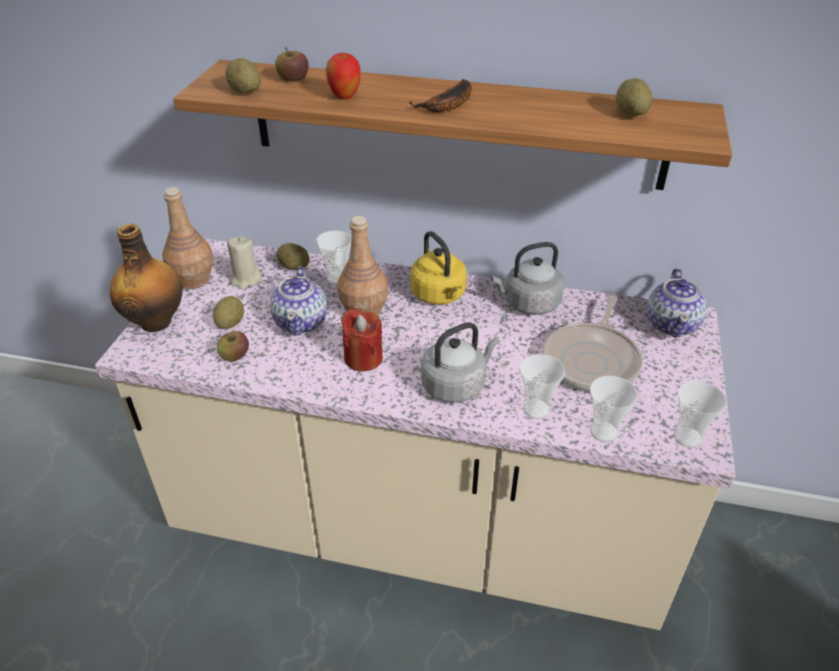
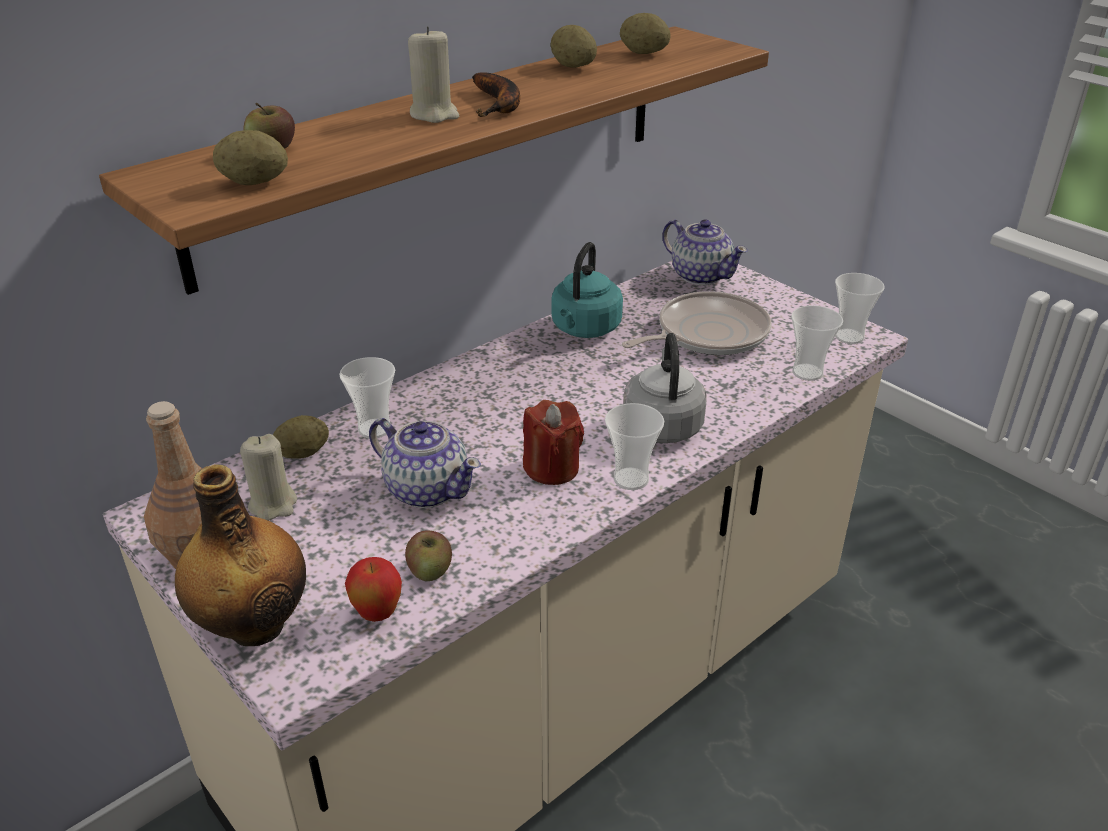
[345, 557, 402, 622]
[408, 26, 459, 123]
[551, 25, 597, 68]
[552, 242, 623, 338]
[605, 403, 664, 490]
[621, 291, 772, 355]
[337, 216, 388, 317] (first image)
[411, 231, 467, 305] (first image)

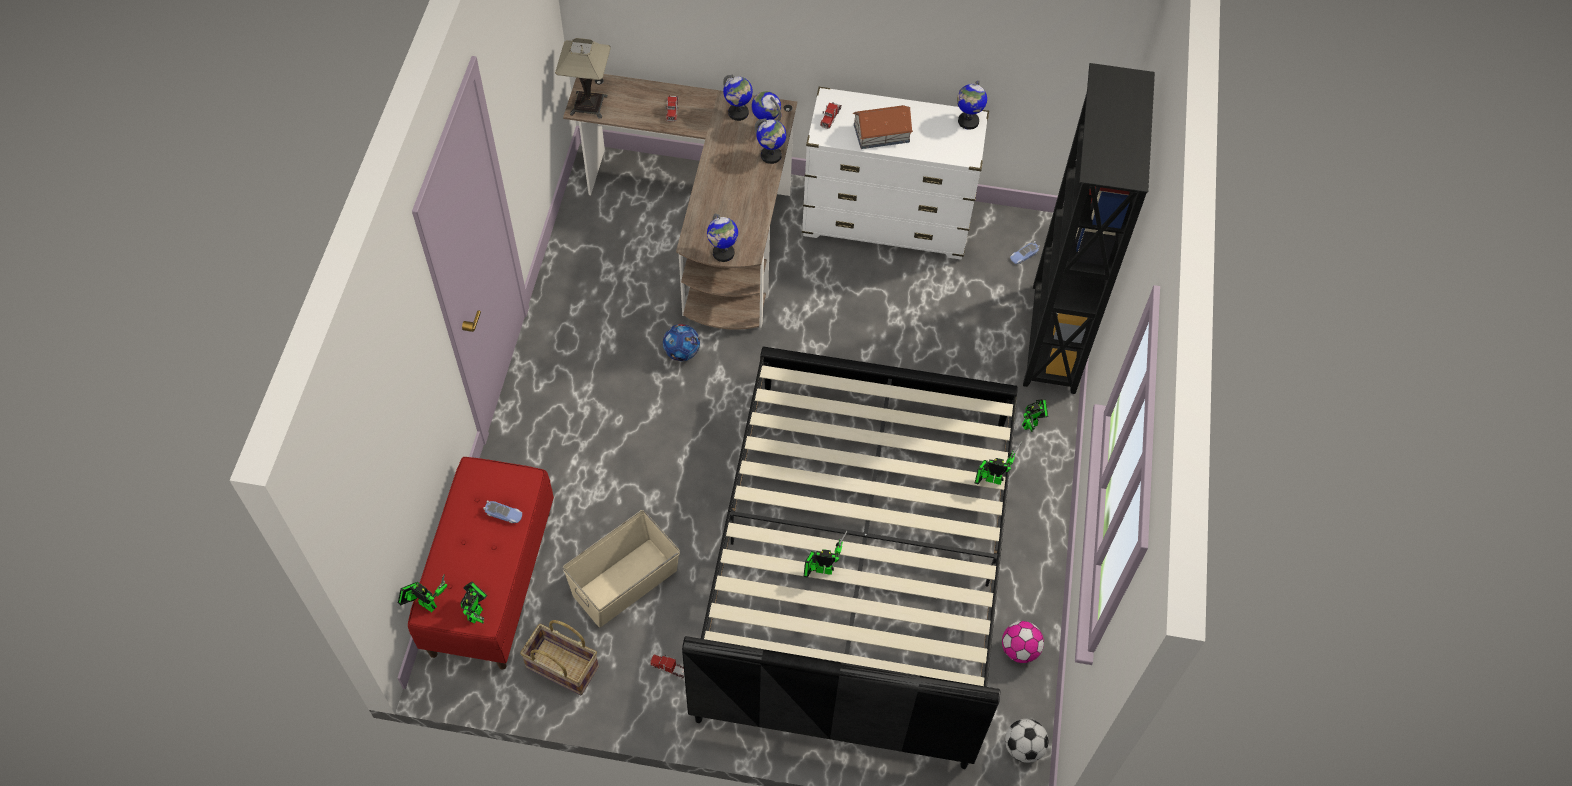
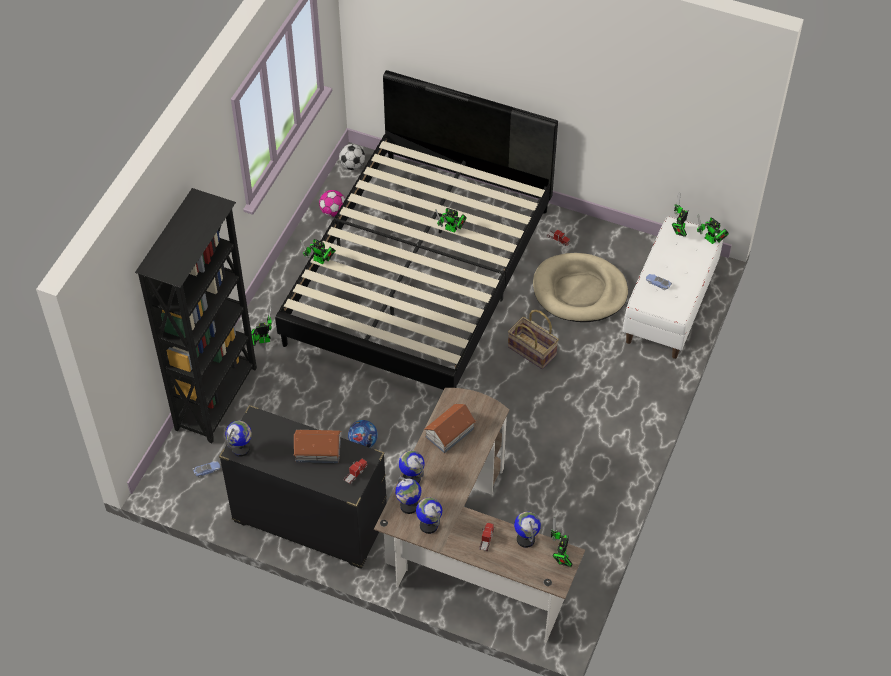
[219, 405, 387, 569]
[348, 420, 378, 448]
[424, 404, 476, 453]
[508, 310, 559, 369]
[514, 512, 541, 548]
[533, 253, 628, 322]
[550, 517, 572, 567]
[623, 216, 723, 359]

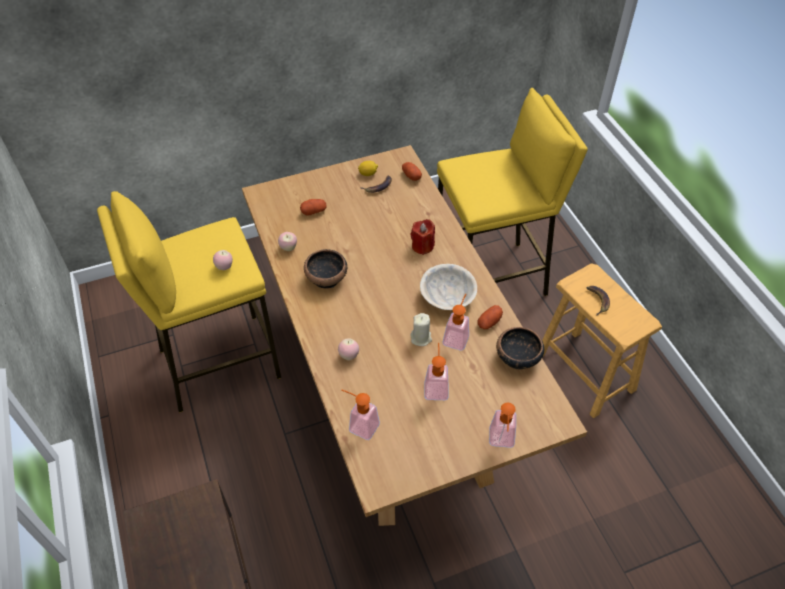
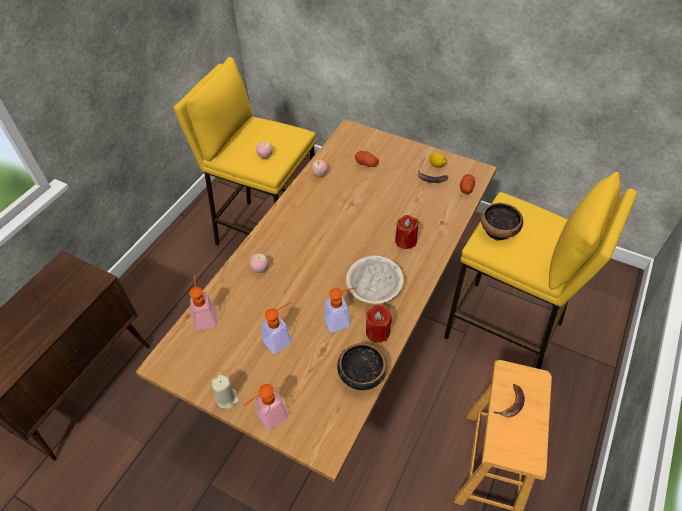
[212, 375, 240, 409]
[366, 304, 392, 342]
[480, 203, 523, 241]

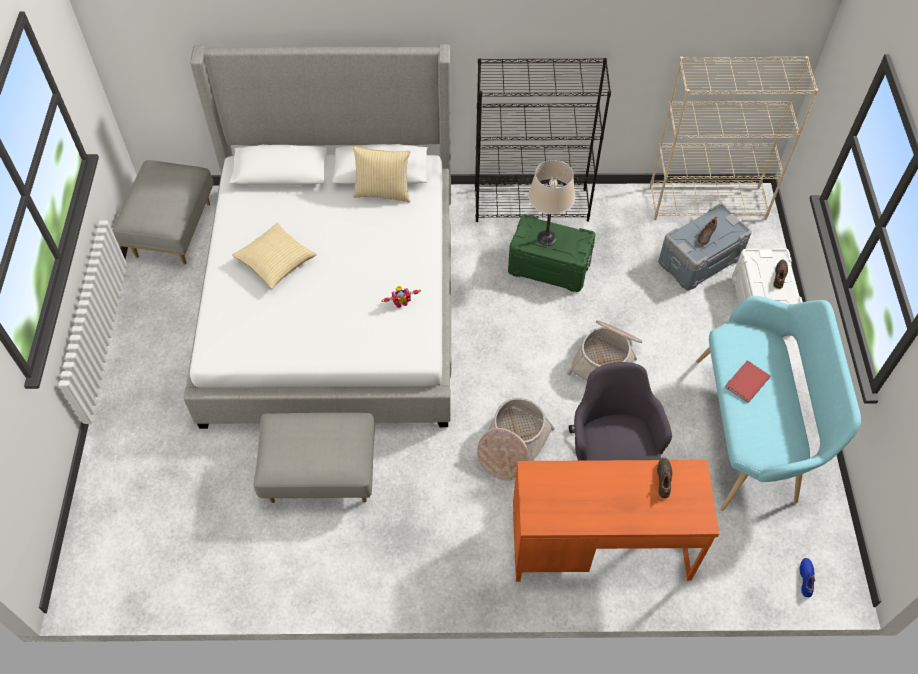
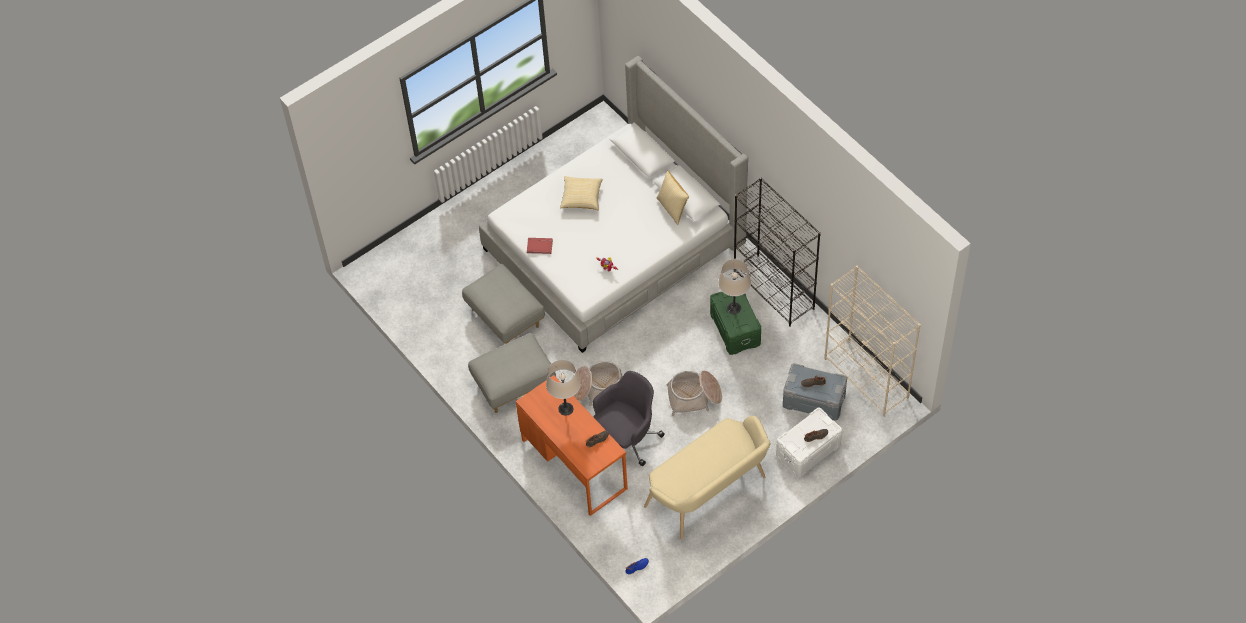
[468, 333, 556, 413]
[527, 238, 553, 254]
[546, 360, 581, 416]
[644, 416, 770, 539]

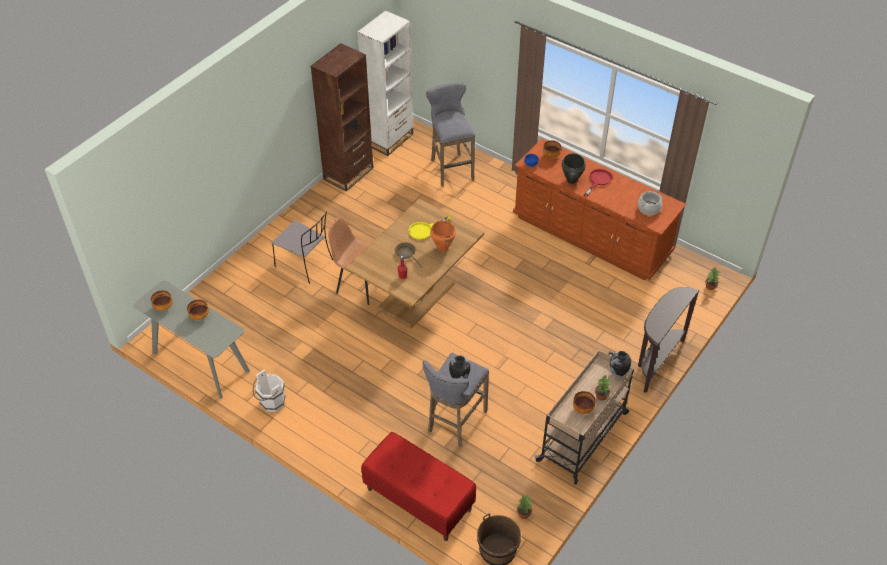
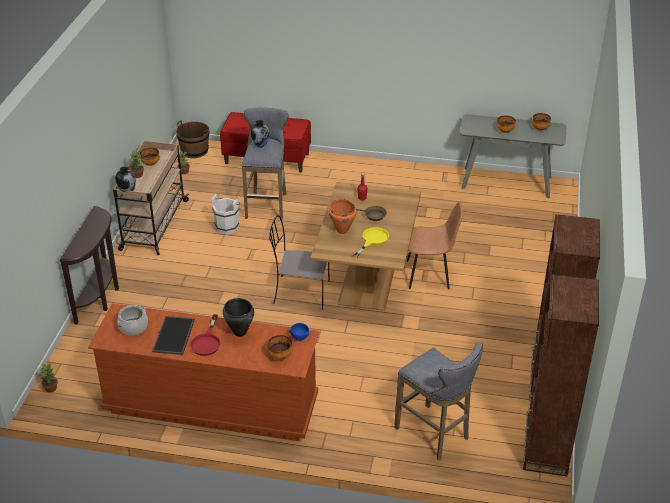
[152, 316, 195, 355]
[212, 194, 241, 235]
[269, 216, 330, 310]
[523, 274, 599, 476]

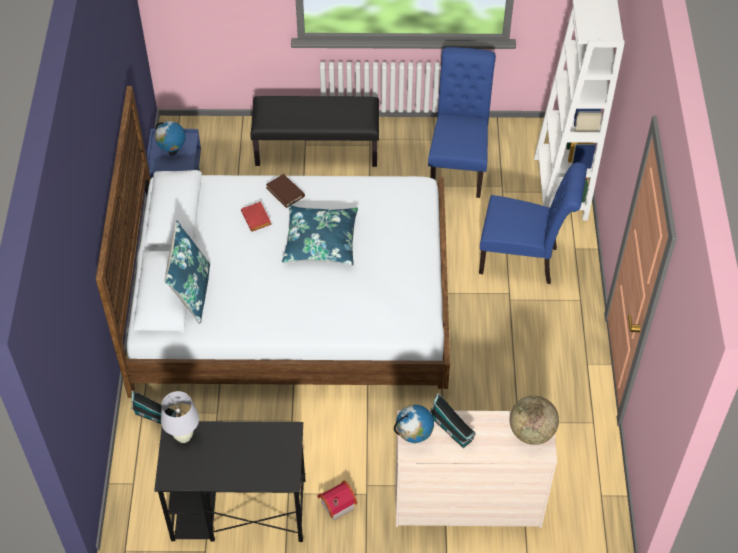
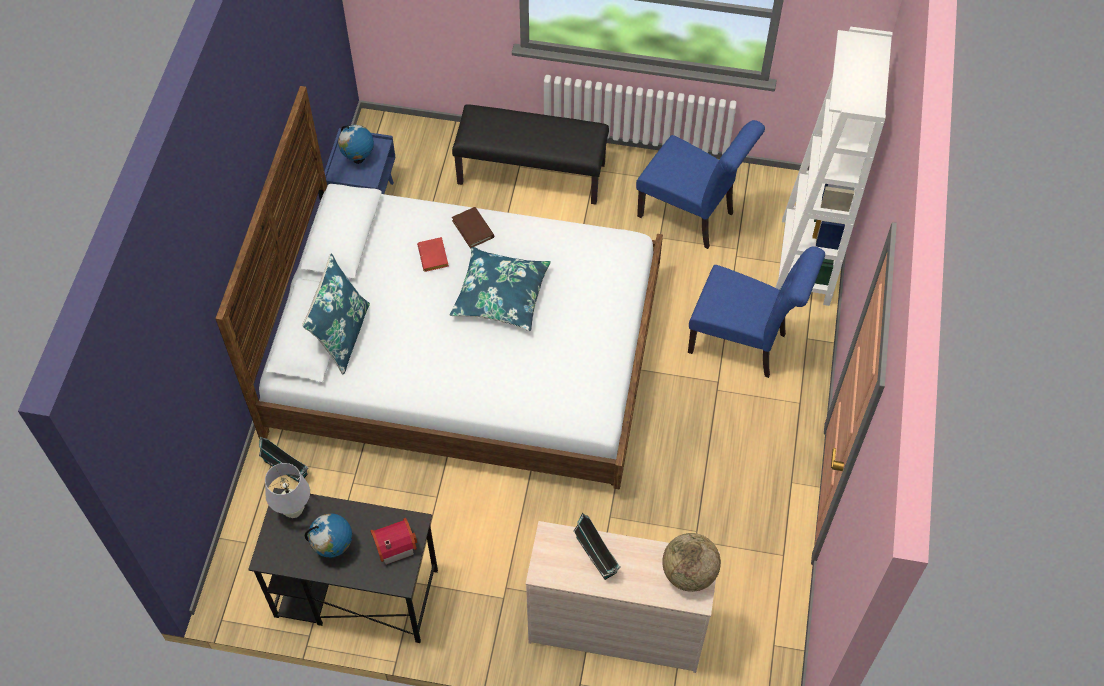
[305, 513, 352, 557]
[370, 518, 417, 565]
[636, 120, 765, 249]

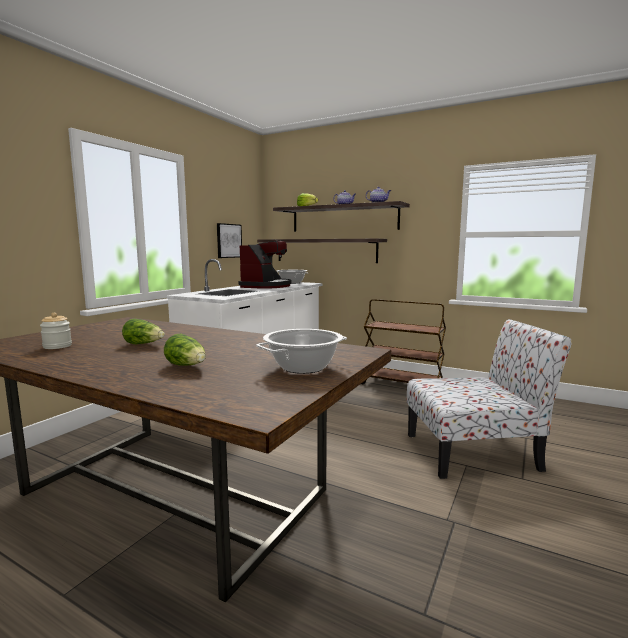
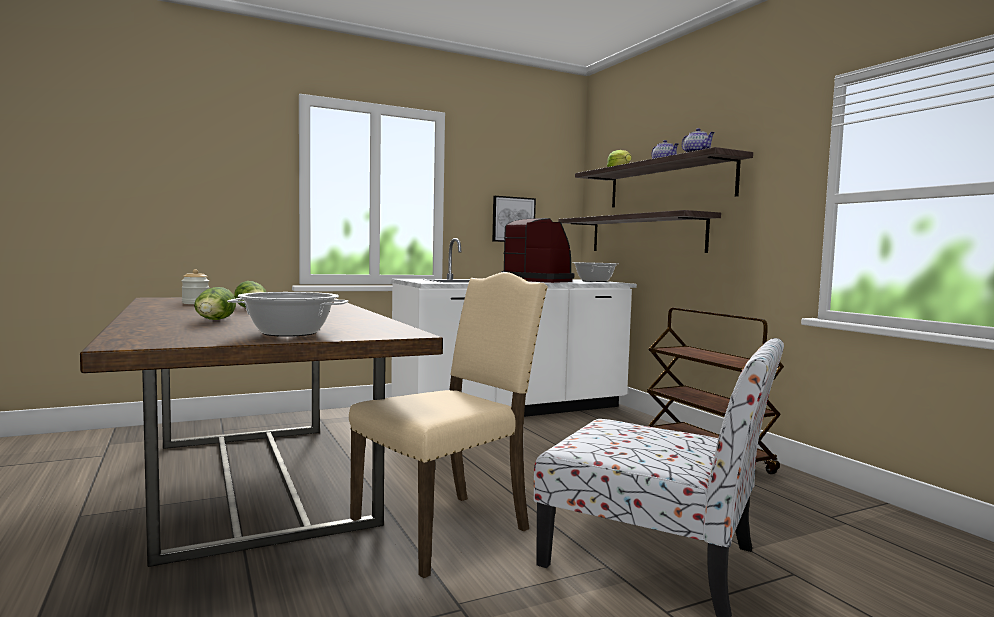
[349, 272, 548, 578]
[501, 218, 574, 283]

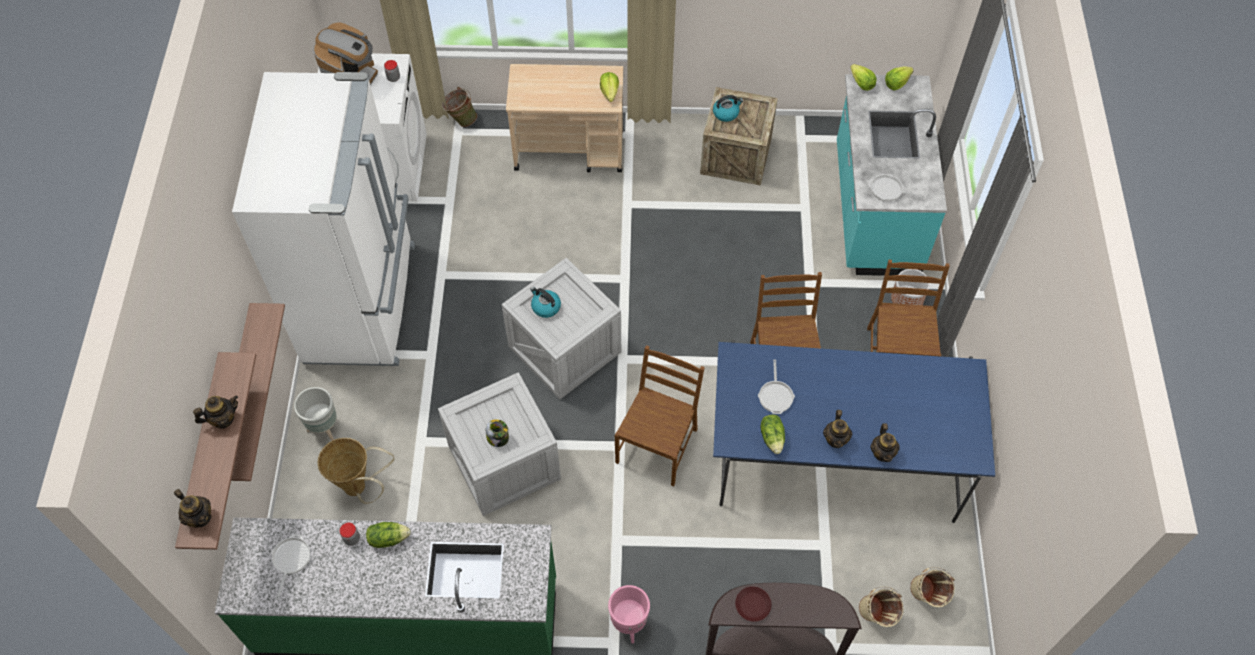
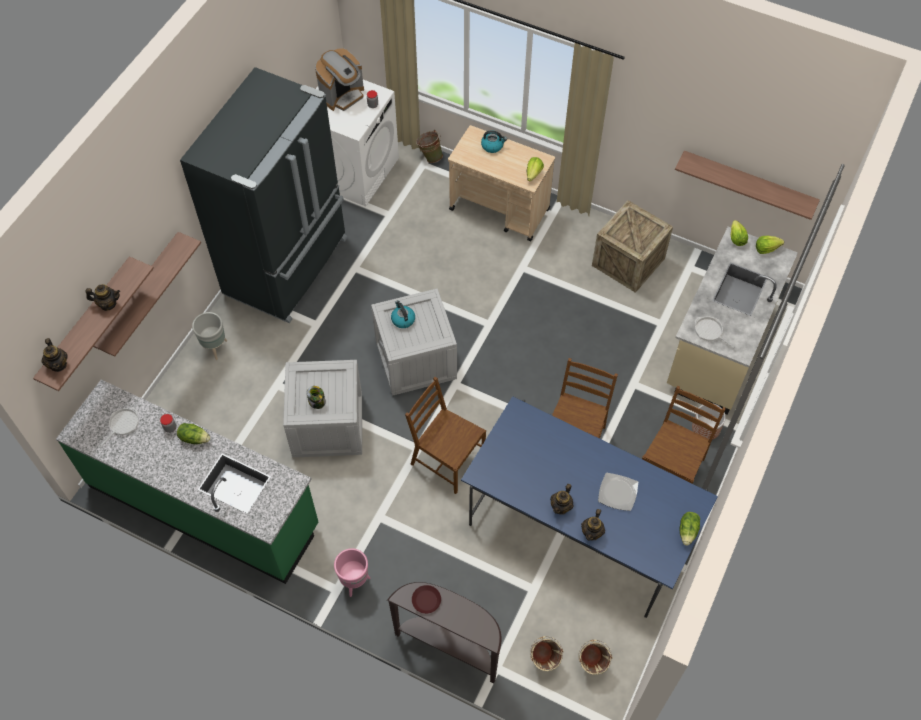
[180, 67, 347, 323]
[405, 377, 486, 494]
[481, 130, 507, 153]
[598, 473, 638, 511]
[667, 226, 798, 415]
[675, 150, 820, 220]
[679, 512, 700, 546]
[318, 438, 395, 504] (first image)
[758, 359, 795, 414] (first image)

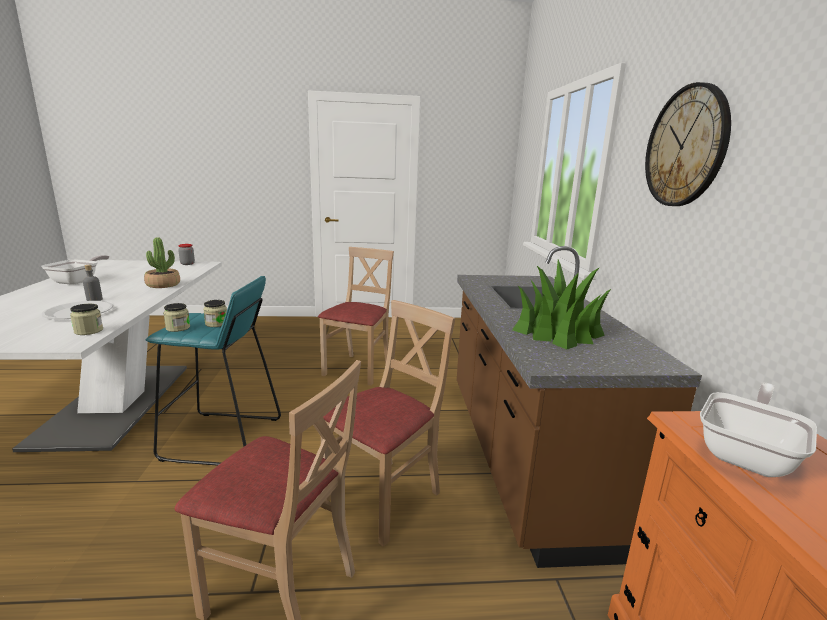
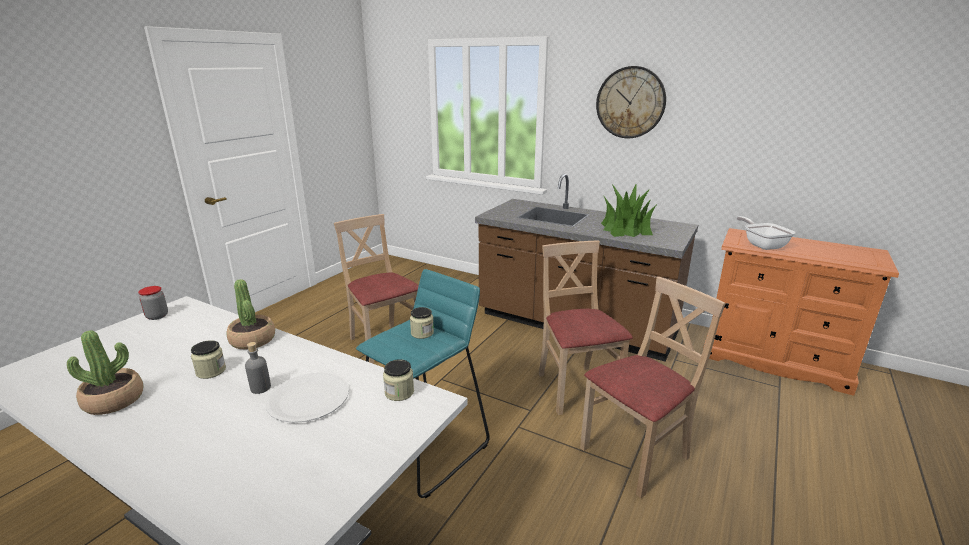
[67, 330, 144, 415]
[191, 340, 226, 379]

